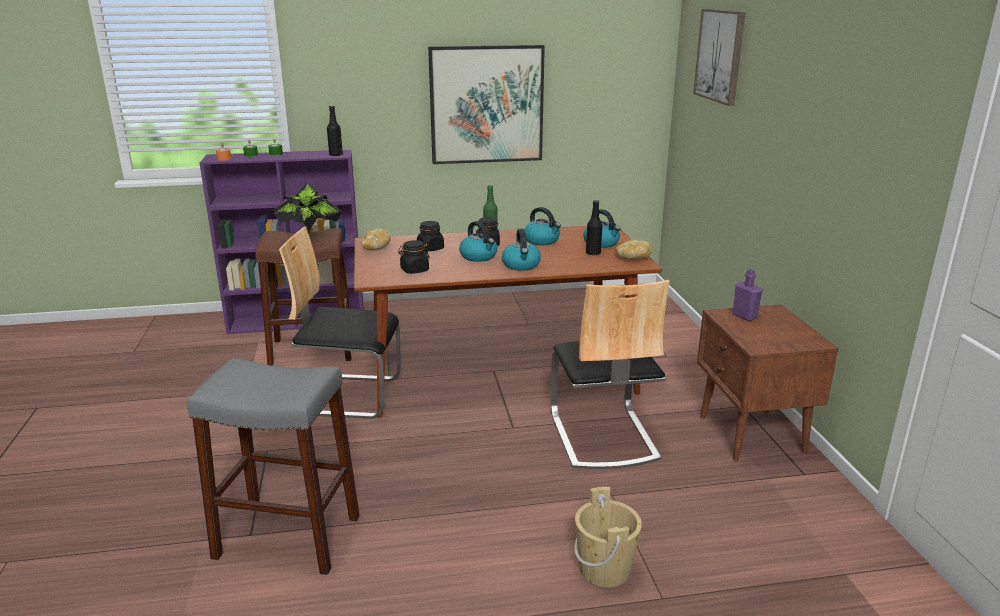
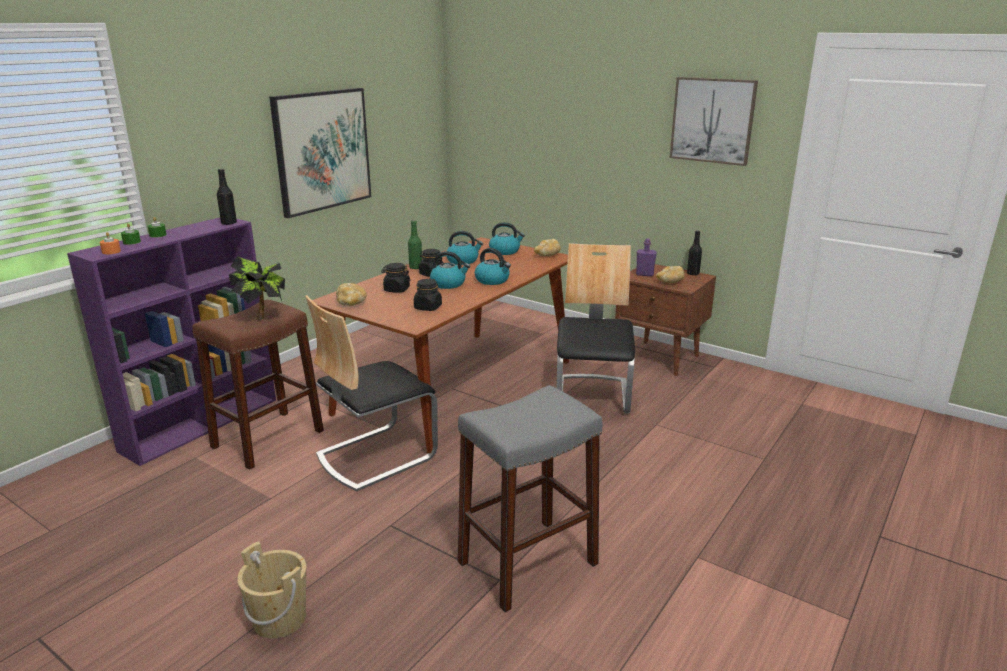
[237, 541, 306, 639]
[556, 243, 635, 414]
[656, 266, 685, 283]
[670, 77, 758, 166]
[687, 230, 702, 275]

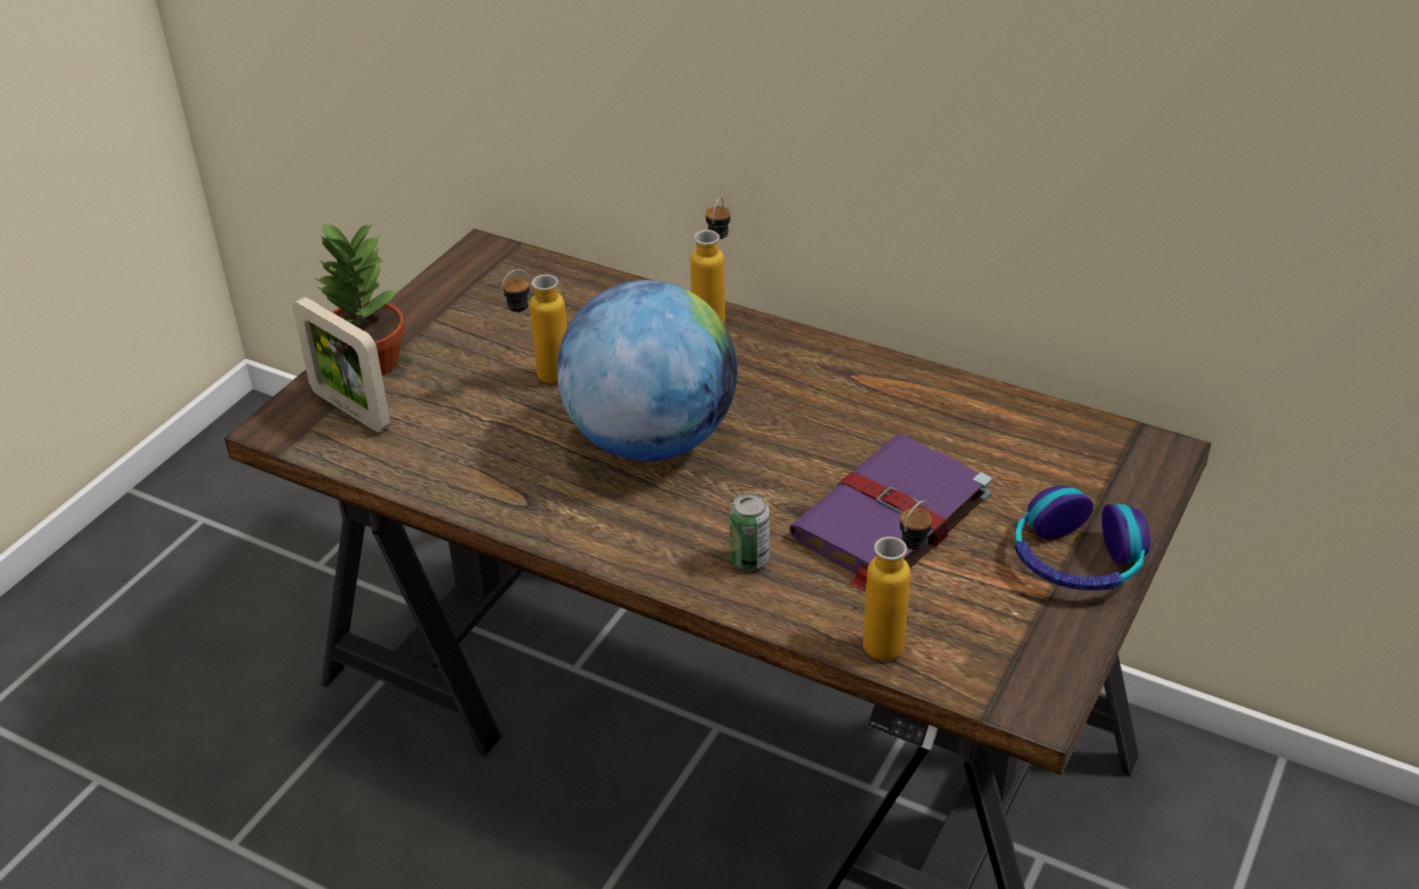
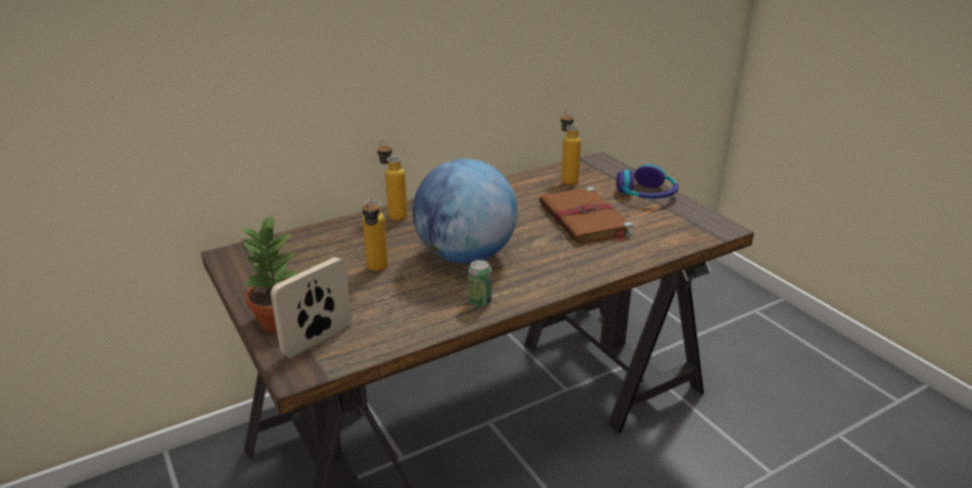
[271, 257, 352, 358]
[468, 260, 492, 307]
[539, 187, 633, 244]
[561, 109, 581, 185]

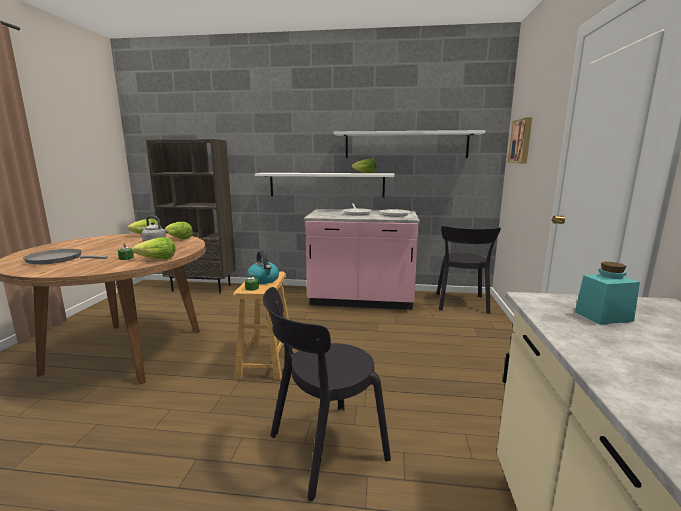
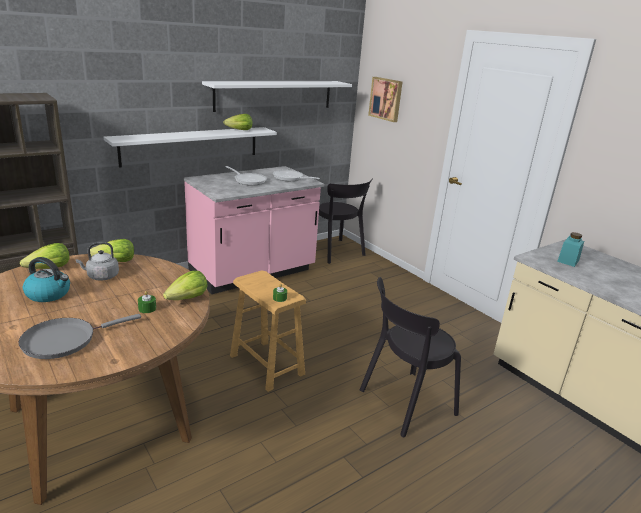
[23, 257, 70, 302]
[360, 277, 461, 437]

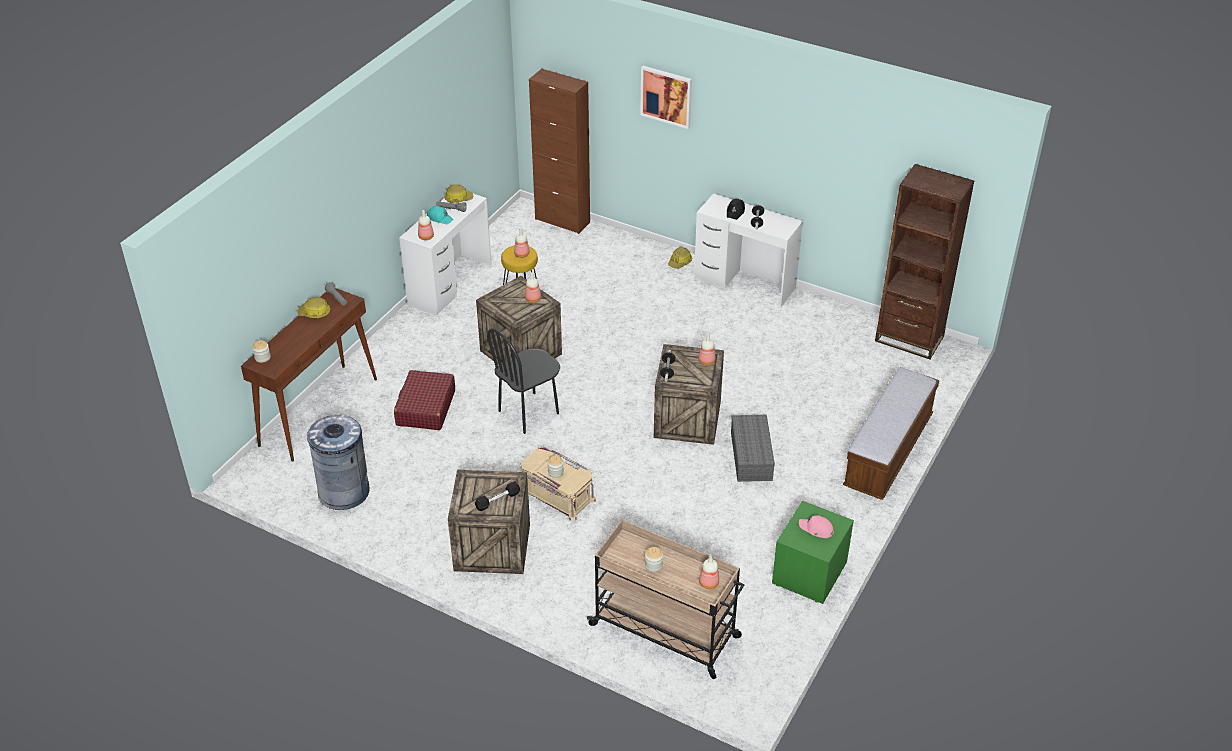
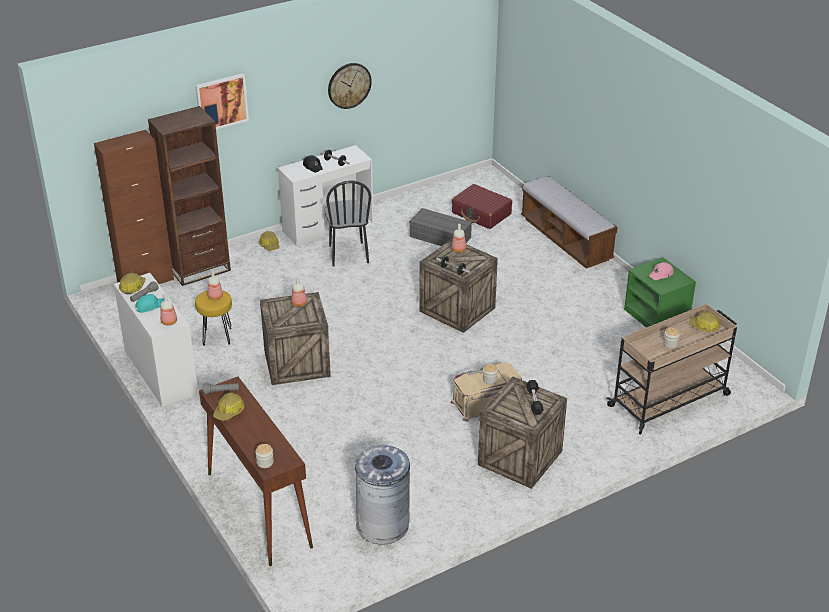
[148, 106, 231, 286]
[324, 181, 371, 267]
[328, 63, 372, 109]
[409, 208, 472, 246]
[452, 184, 512, 229]
[689, 312, 720, 332]

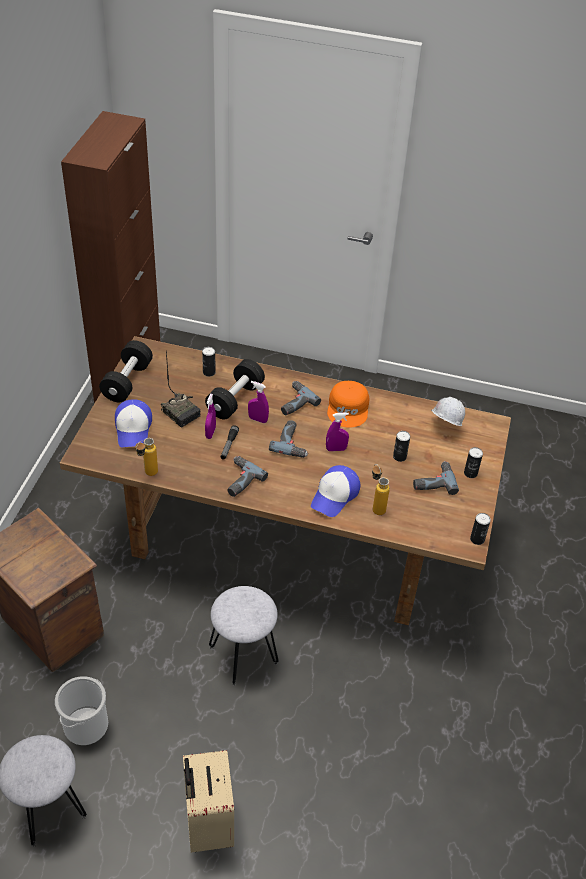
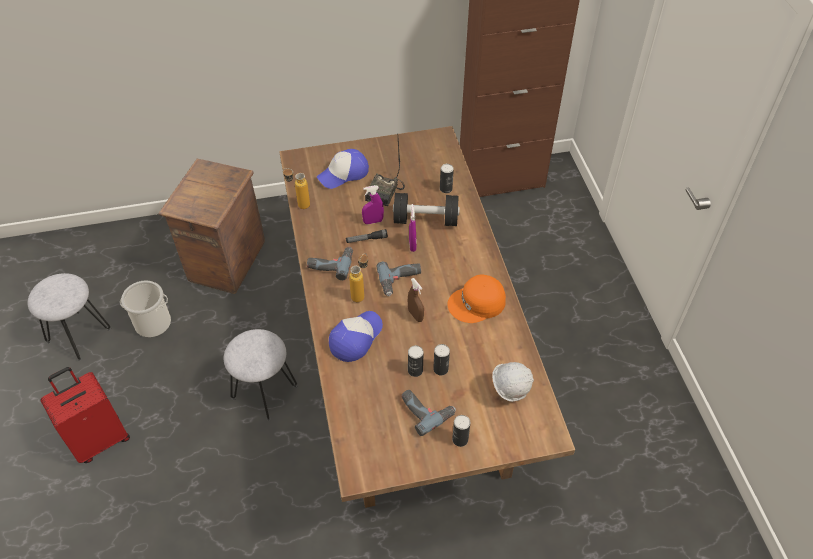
[41, 367, 130, 463]
[329, 311, 383, 362]
[349, 253, 368, 302]
[408, 278, 424, 322]
[408, 345, 424, 377]
[99, 340, 153, 402] (first image)
[281, 381, 321, 415] (first image)

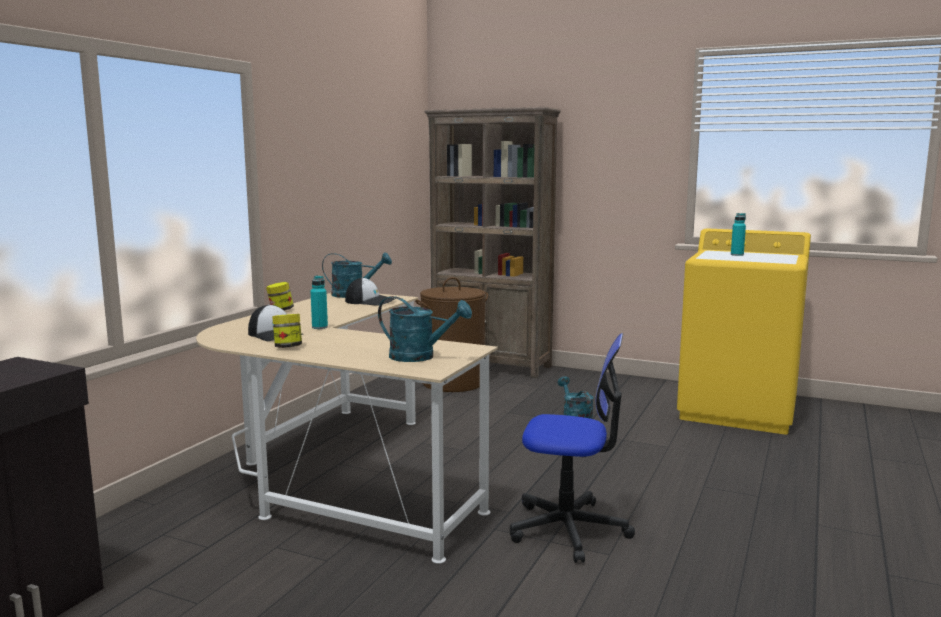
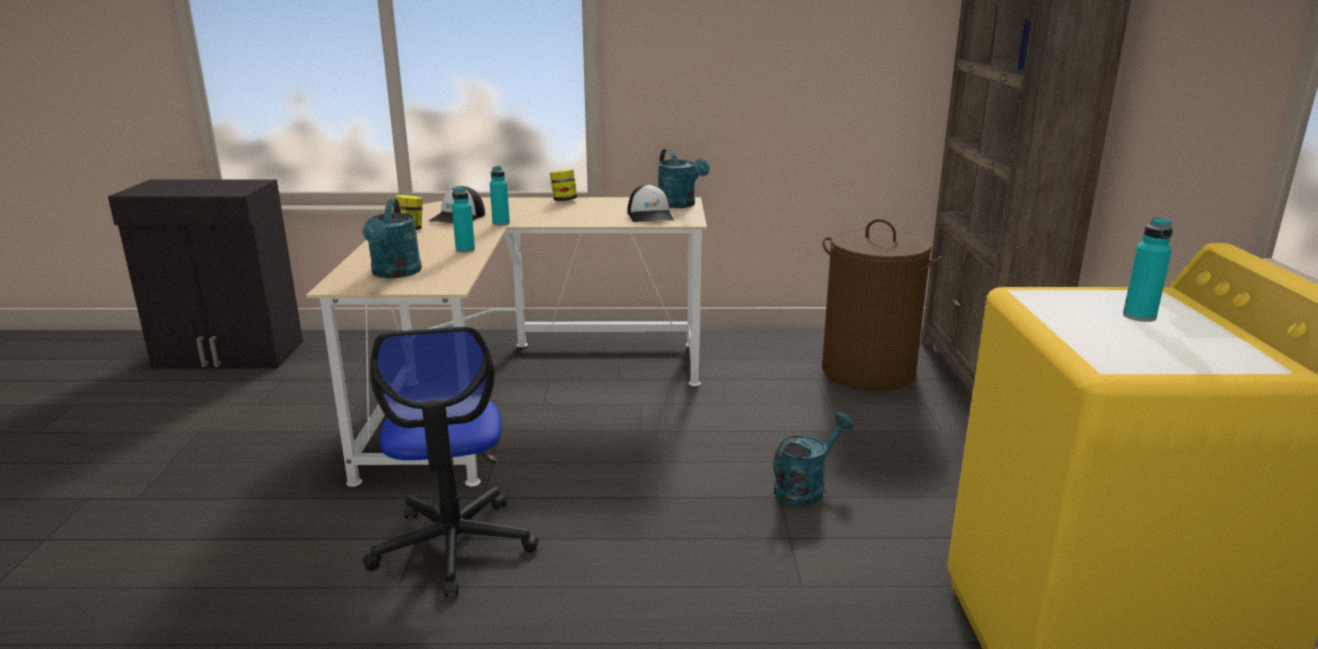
[452, 186, 475, 253]

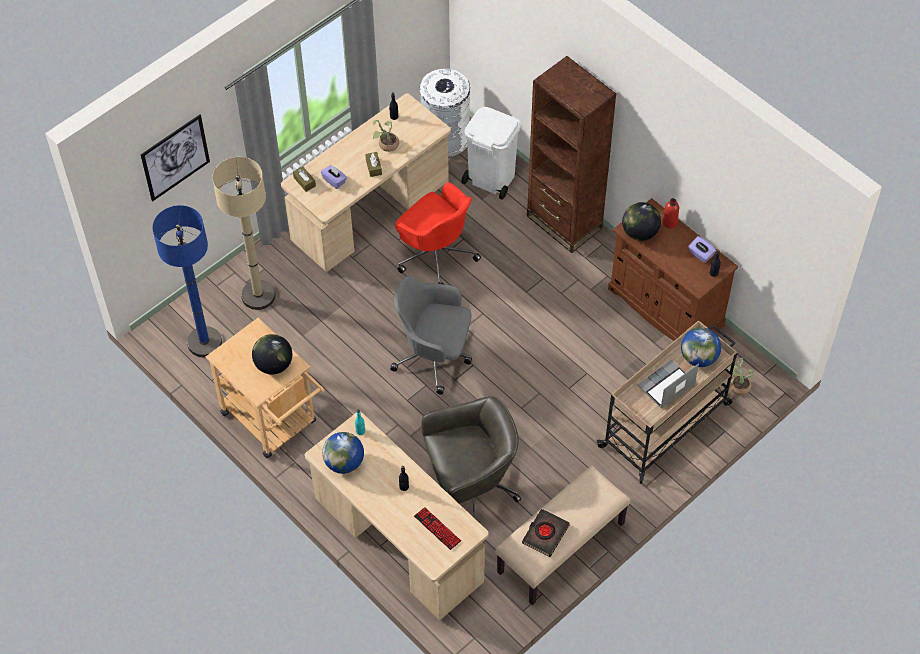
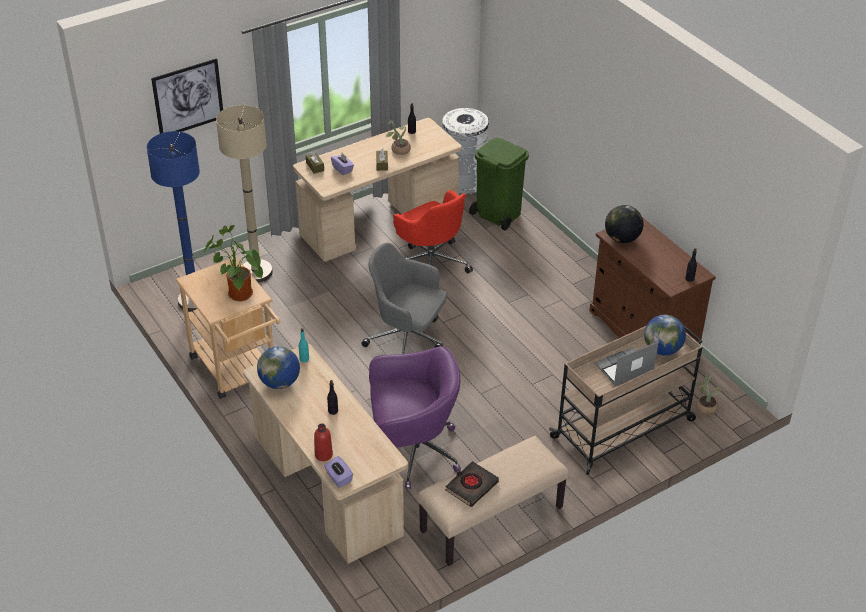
[204, 225, 263, 301]
[314, 423, 333, 461]
[324, 456, 353, 488]
[369, 346, 461, 489]
[469, 138, 529, 230]
[414, 507, 461, 550] (first image)
[527, 56, 617, 253] (first image)

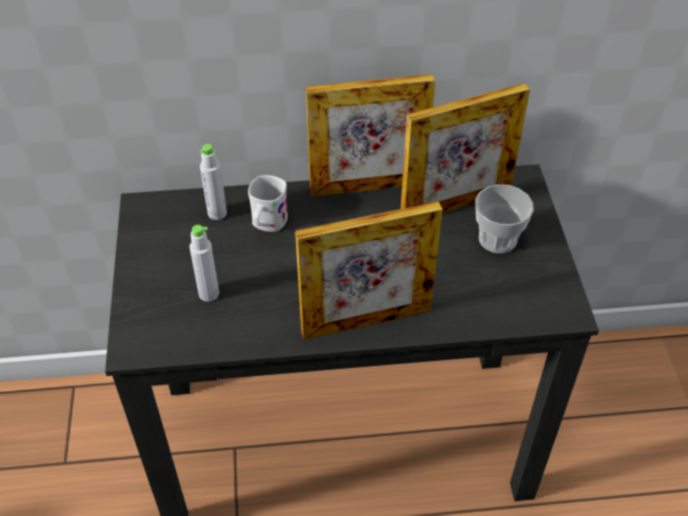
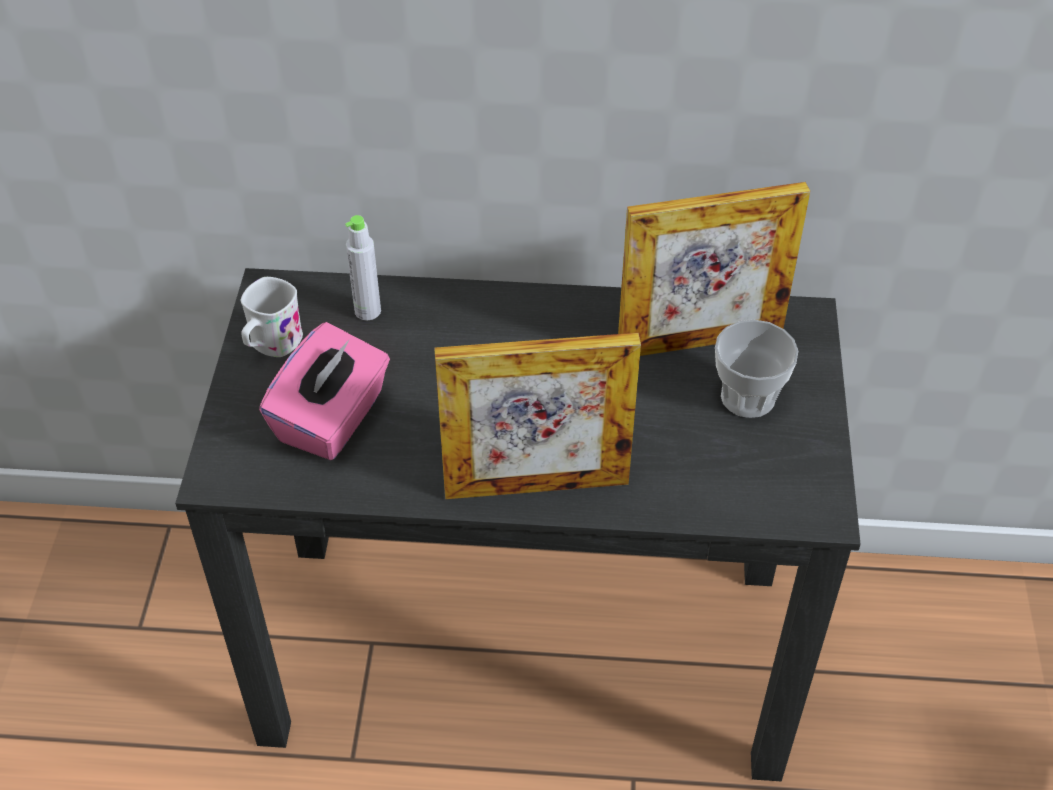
[241, 277, 303, 357]
[259, 322, 390, 460]
[306, 74, 435, 197] (first image)

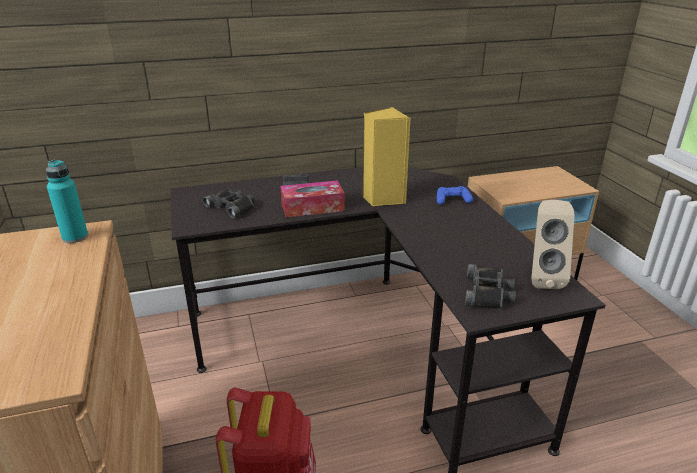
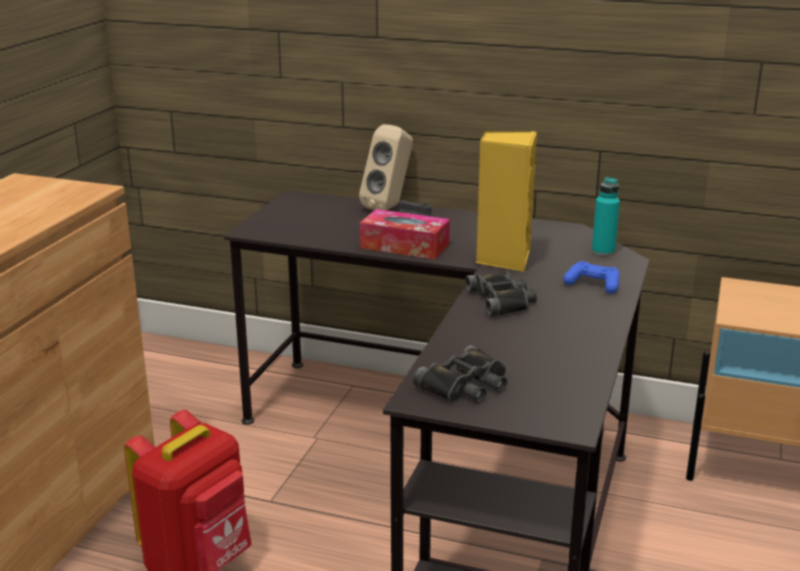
[359, 124, 413, 210]
[465, 271, 537, 317]
[592, 177, 620, 256]

